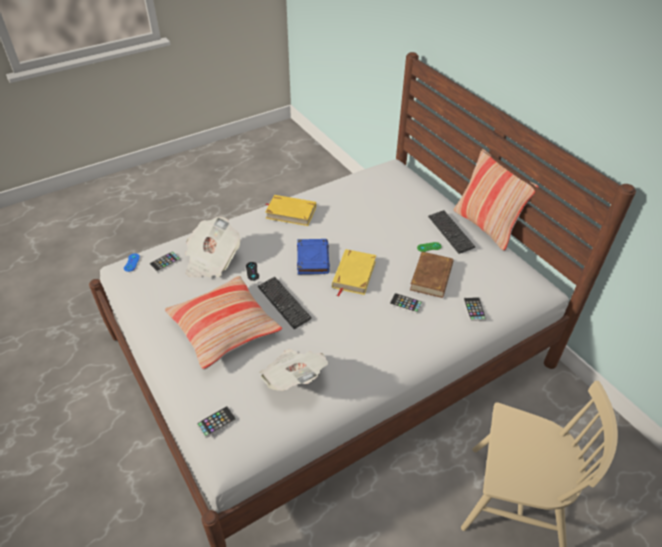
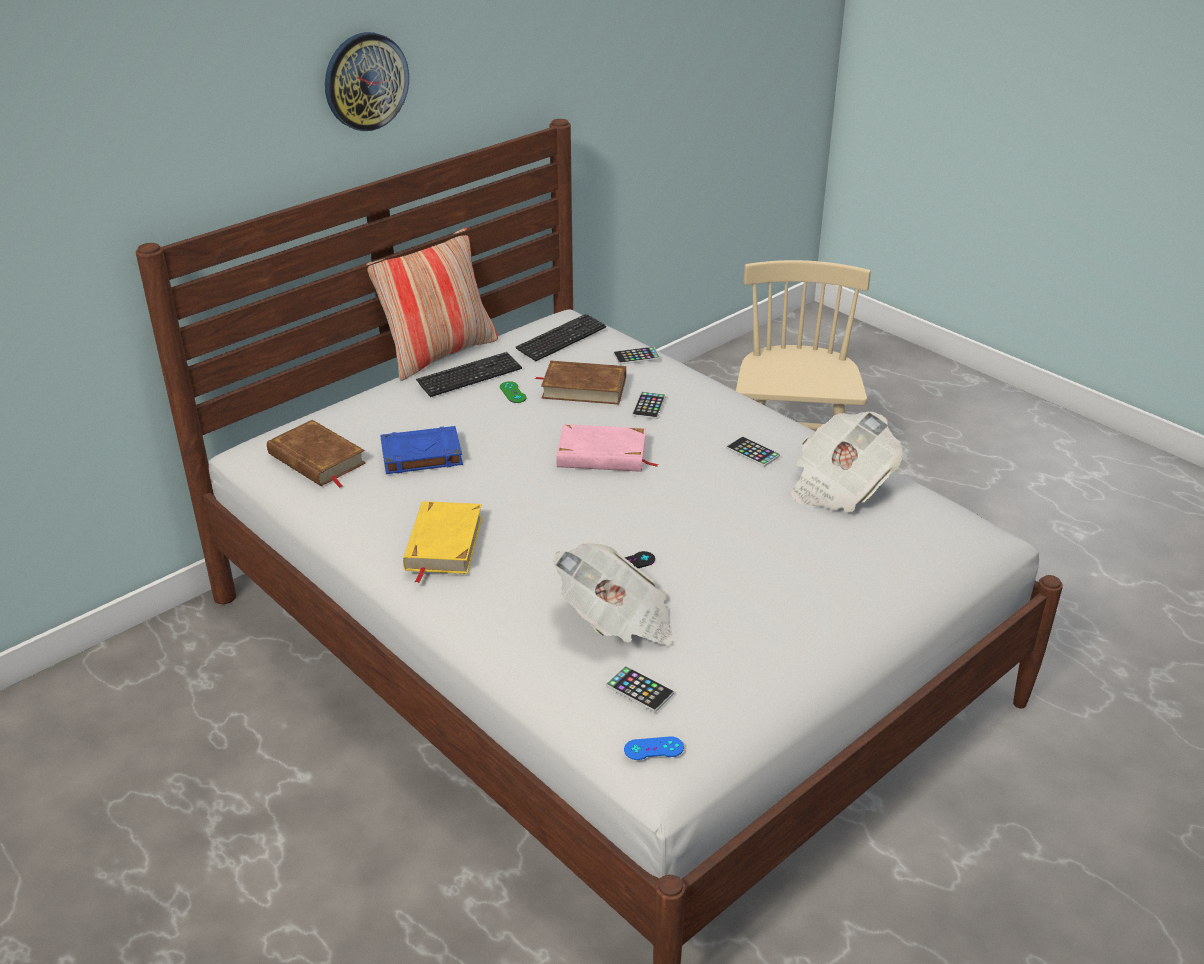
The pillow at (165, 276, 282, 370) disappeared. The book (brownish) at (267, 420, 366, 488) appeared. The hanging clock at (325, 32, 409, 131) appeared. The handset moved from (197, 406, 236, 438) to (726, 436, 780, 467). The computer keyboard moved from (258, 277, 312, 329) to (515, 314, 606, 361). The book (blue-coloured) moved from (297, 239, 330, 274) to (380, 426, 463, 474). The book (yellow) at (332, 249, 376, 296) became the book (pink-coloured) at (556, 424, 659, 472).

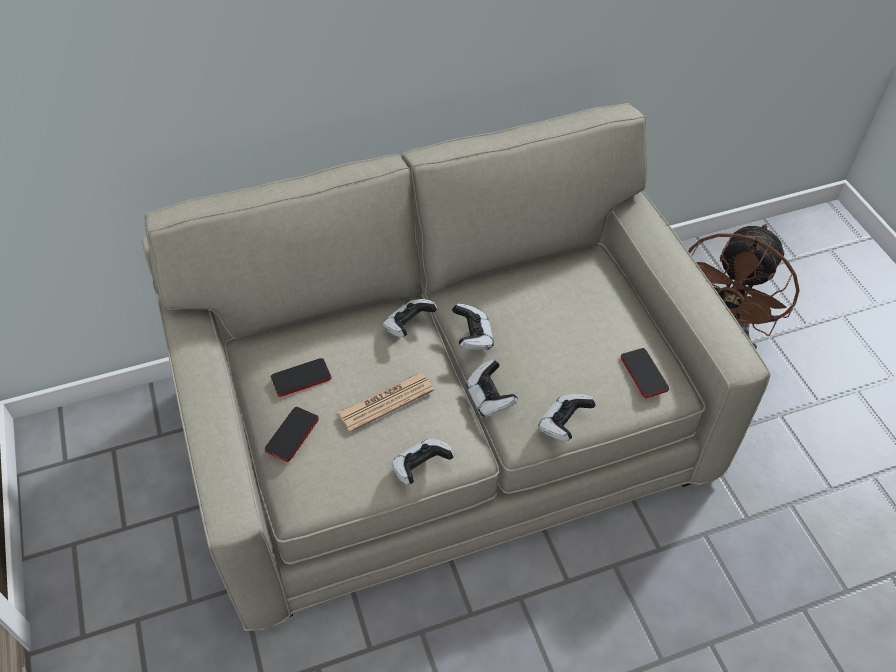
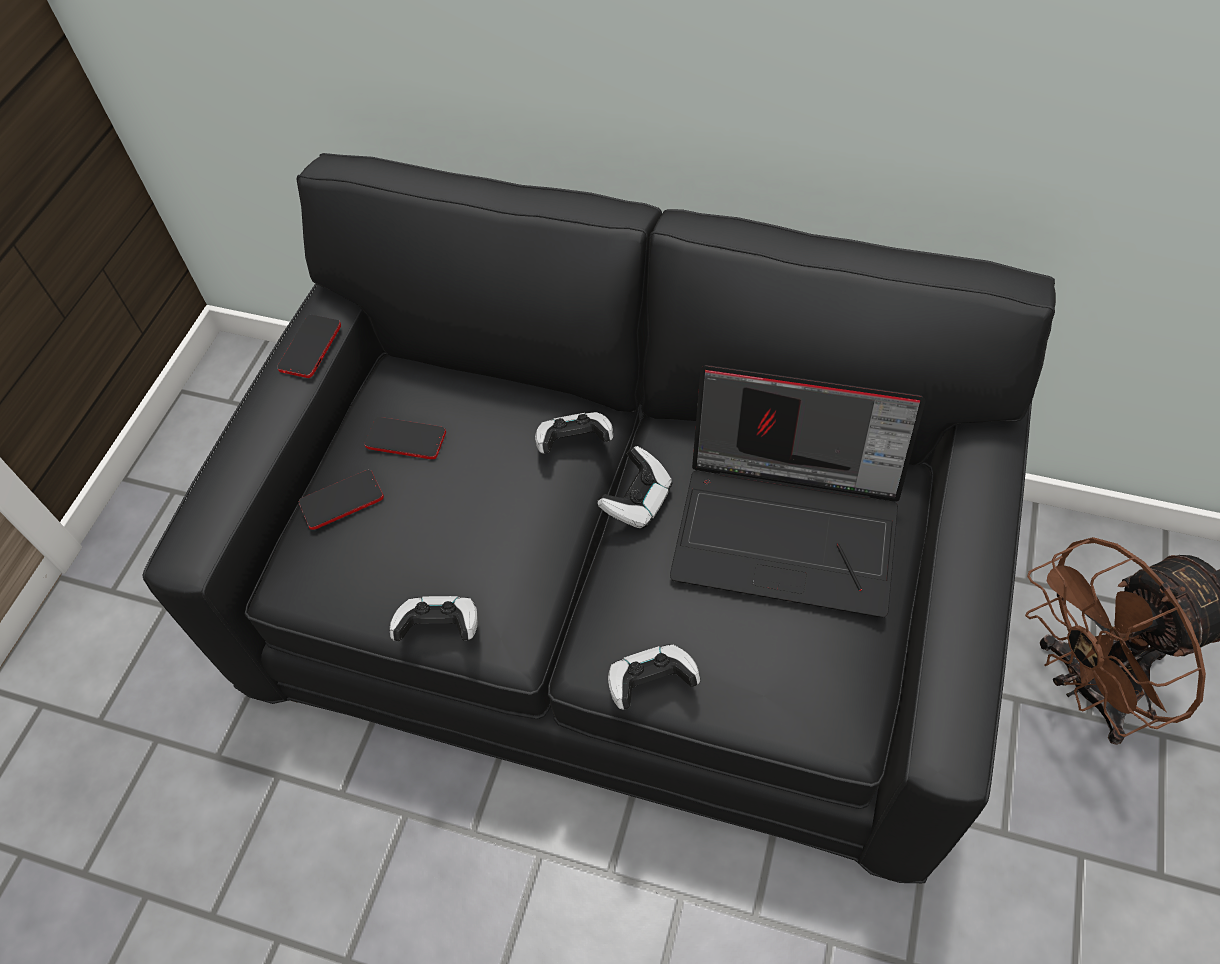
The newspaper at (337, 373, 434, 432) disappeared. The joypad at (466, 359, 518, 417) disappeared. The notebook computer at (670, 365, 926, 617) appeared. The handset moved from (621, 348, 669, 398) to (277, 315, 341, 378). The couch (beige-coloured) at (142, 103, 770, 631) became the couch (black) at (142, 153, 1056, 883).

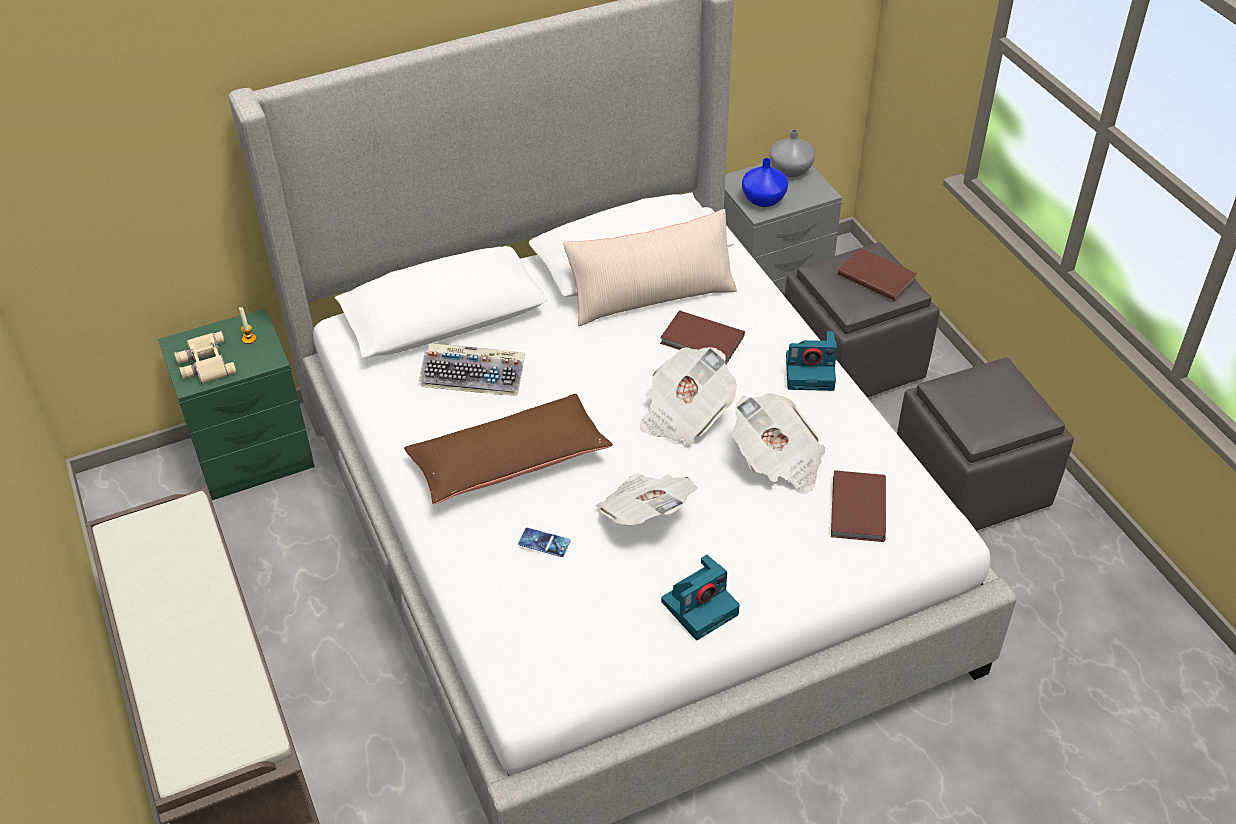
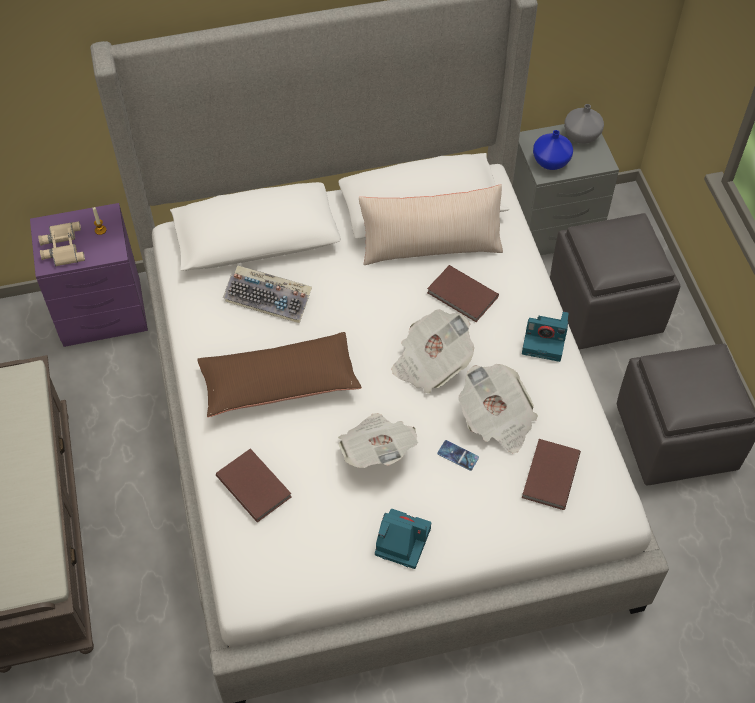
The handset moved from (518, 527, 571, 557) to (437, 440, 479, 471). The book (brownish) moved from (838, 248, 917, 301) to (216, 448, 292, 522). The night table (green) at (158, 308, 315, 500) became the night table (purplish) at (30, 203, 148, 347). The photo camera at (661, 555, 740, 640) turned 135 degrees counterclockwise.

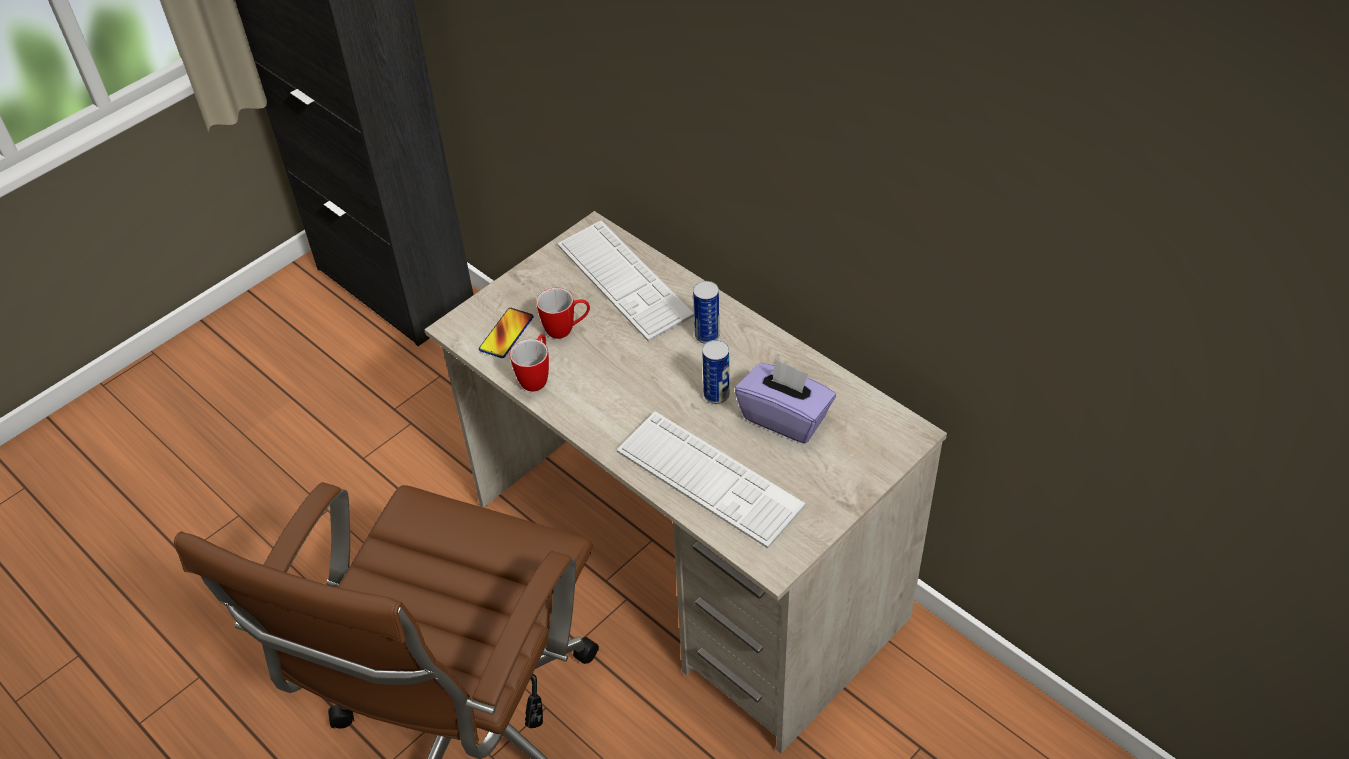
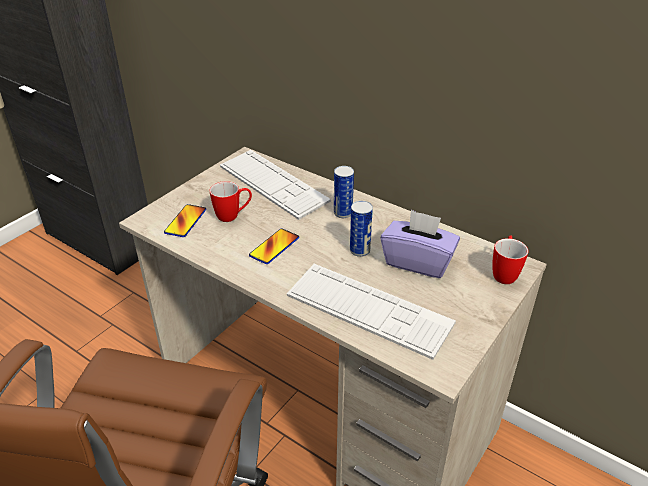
The handset at (249, 229, 299, 264) appeared. The tea mug moved from (510, 334, 549, 391) to (492, 235, 528, 284).

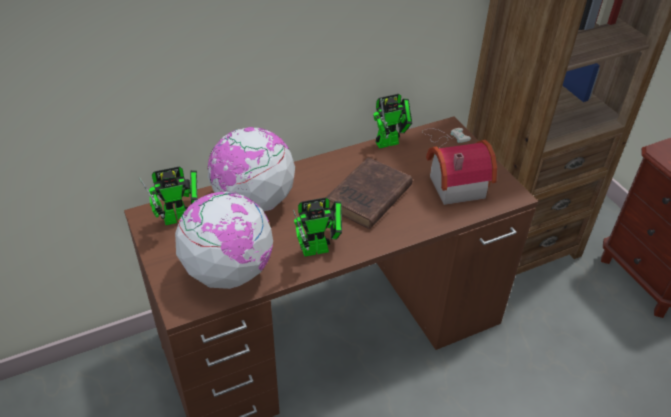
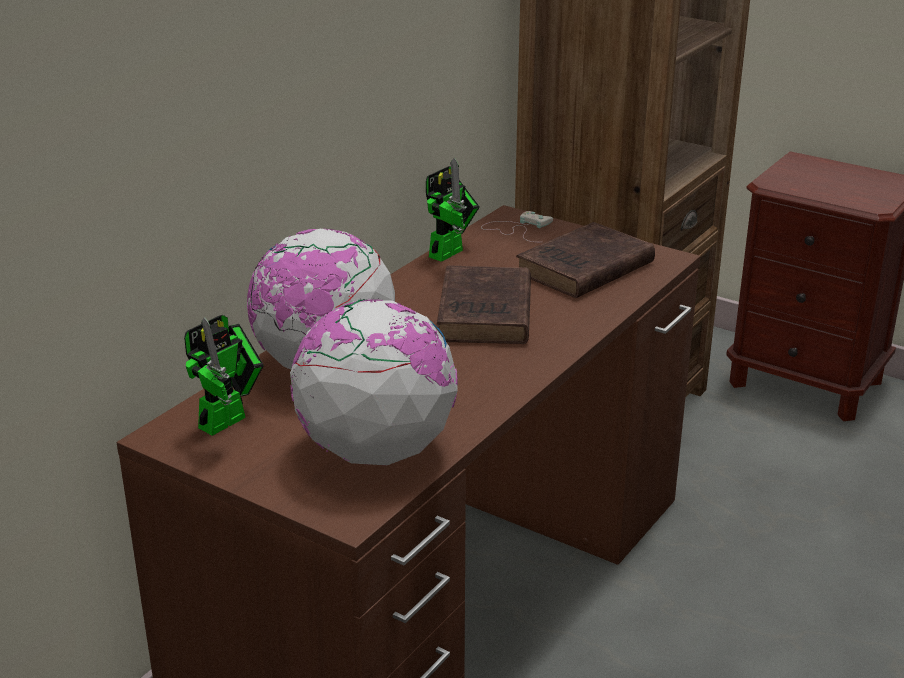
The model robot at (293, 197, 342, 257) disappeared. The miniature house at (426, 140, 497, 205) was replaced by the book (brownish) at (516, 222, 655, 298).

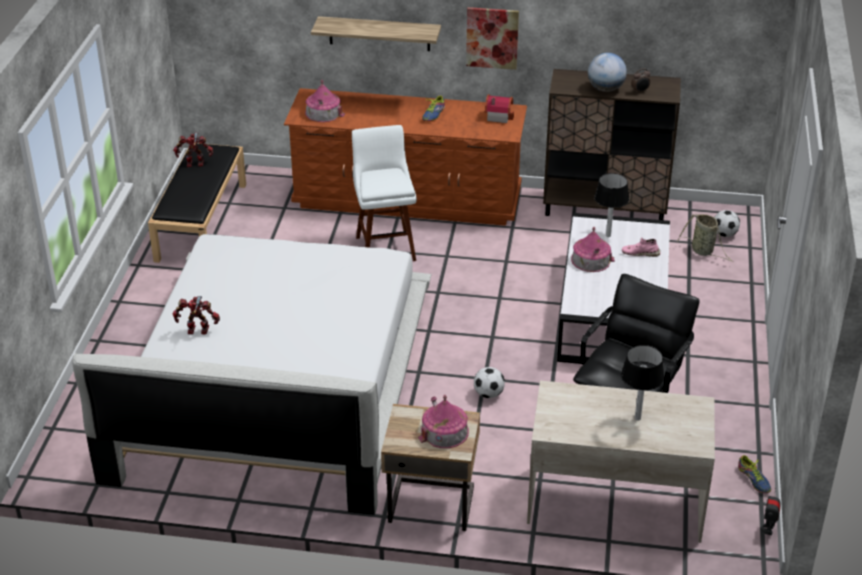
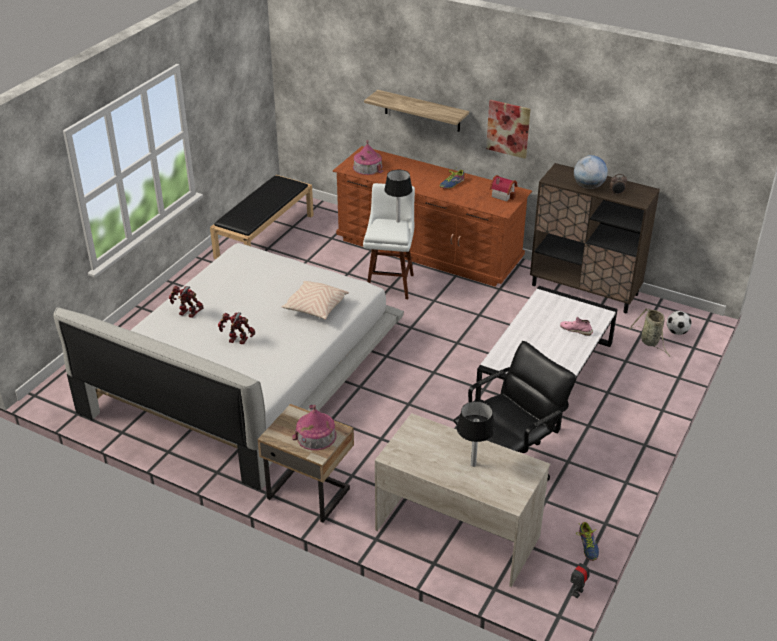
The football ball at (474, 367, 505, 398) disappeared. The miniature house at (571, 227, 615, 272) disappeared. The pillow (beige-coloured) at (282, 281, 349, 320) appeared. The model robot moved from (173, 132, 213, 167) to (218, 312, 255, 344). The table lamp moved from (594, 173, 629, 237) to (384, 170, 413, 223).

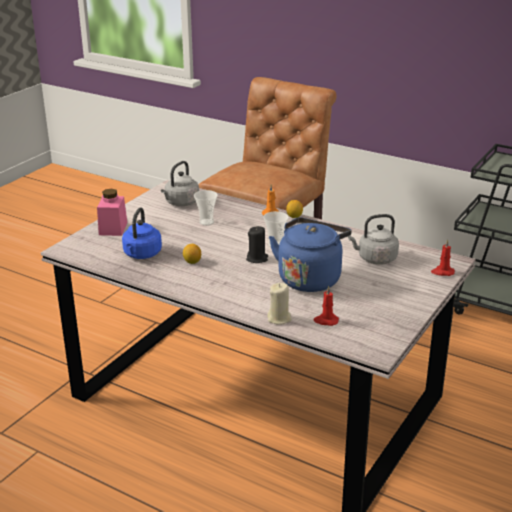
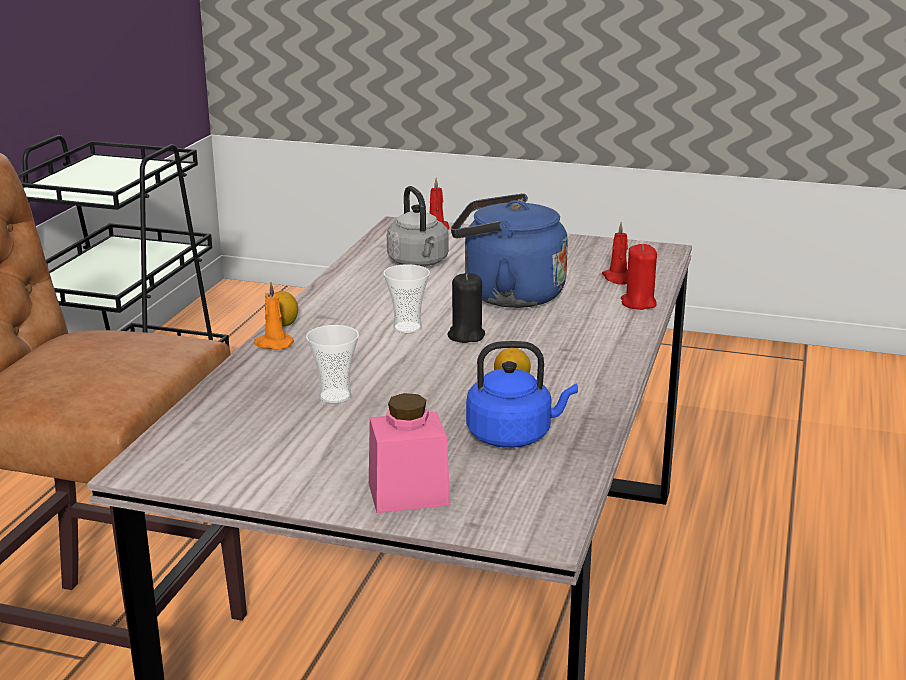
The tea kettle (gray) at (161, 161, 199, 206) disappeared. The wax candle (beige-coloured) at (267, 283, 292, 325) became the wax candle (red) at (621, 244, 657, 310).

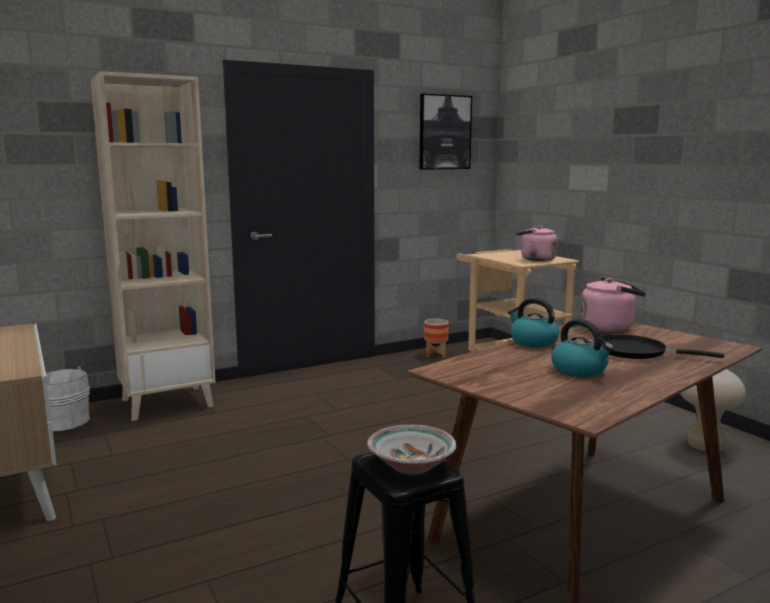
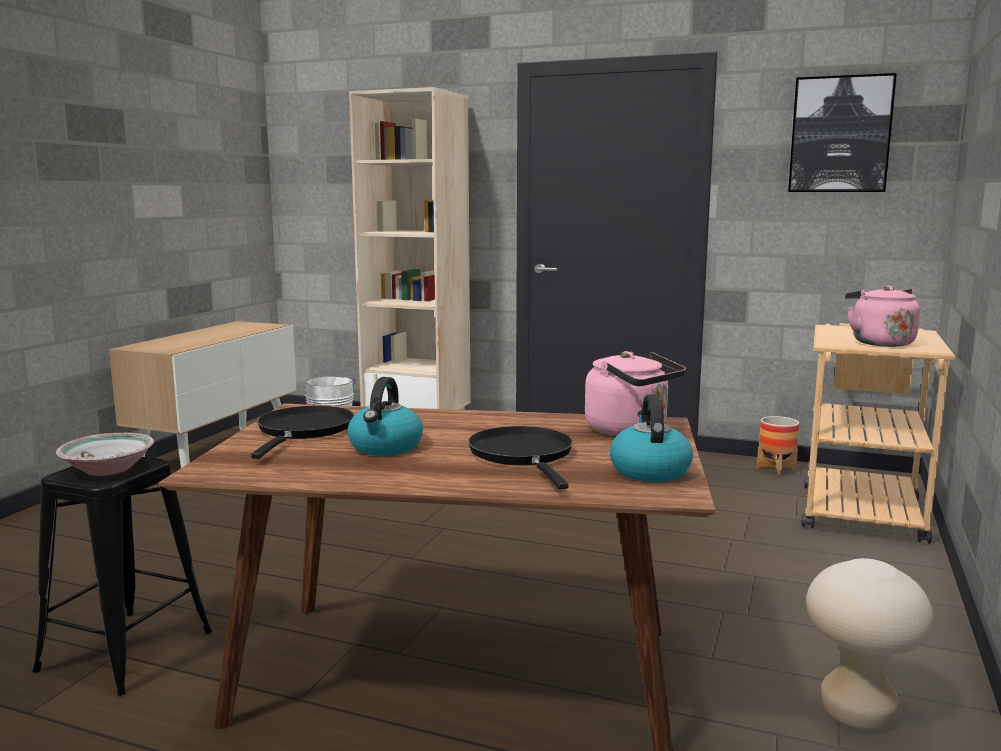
The skillet (black) at (251, 406, 355, 459) appeared. The tea kettle moved from (508, 298, 560, 348) to (610, 395, 693, 482).

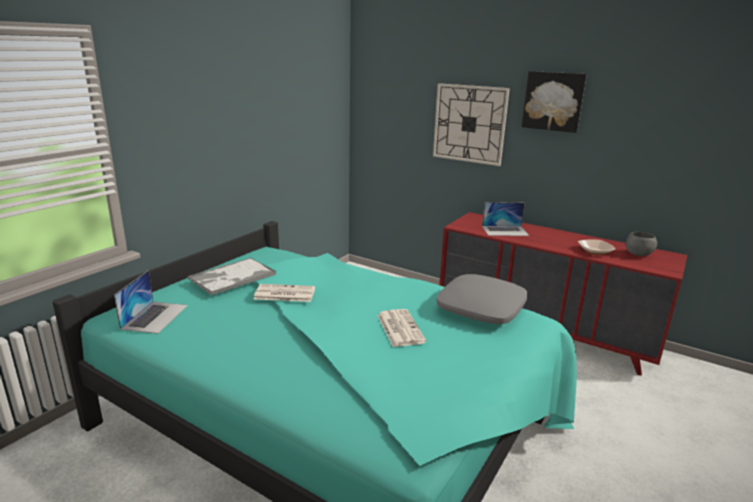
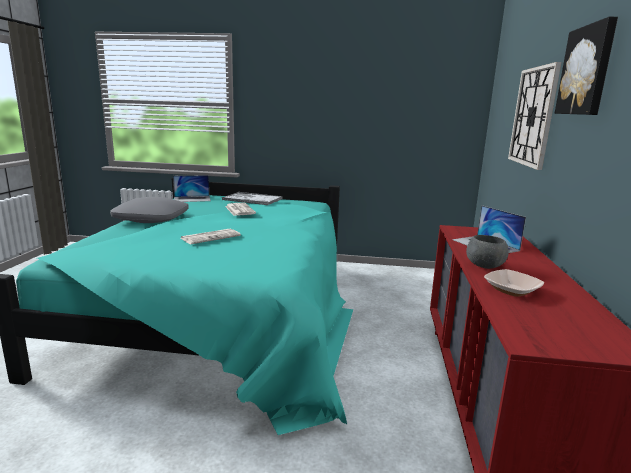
The pillow (gray) moved from (436, 274, 528, 324) to (110, 197, 189, 223). The bowl (gray) moved from (626, 232, 657, 256) to (466, 235, 509, 269).

